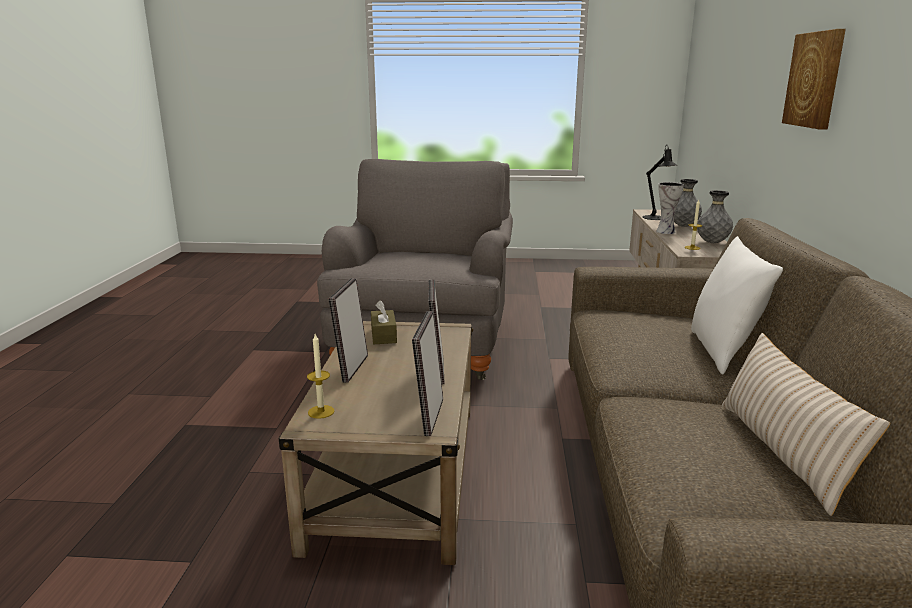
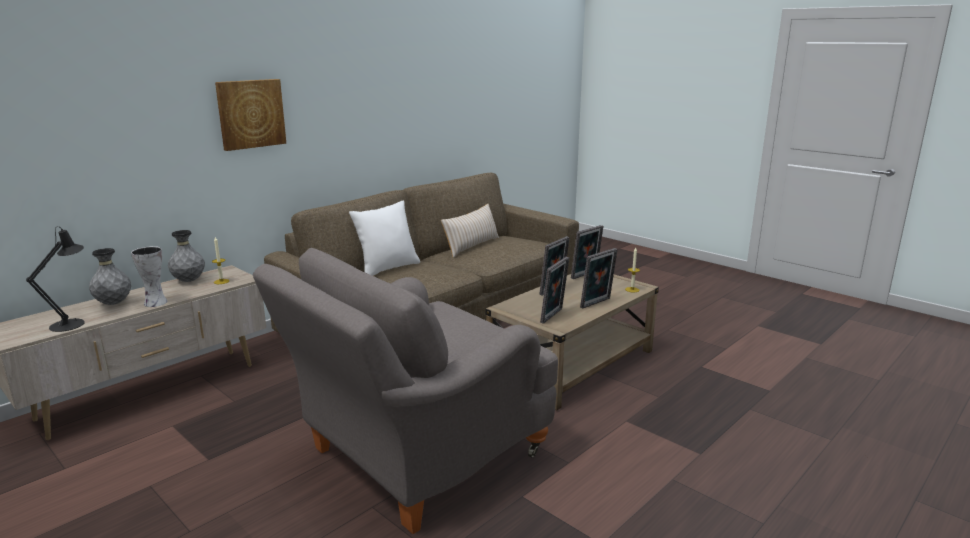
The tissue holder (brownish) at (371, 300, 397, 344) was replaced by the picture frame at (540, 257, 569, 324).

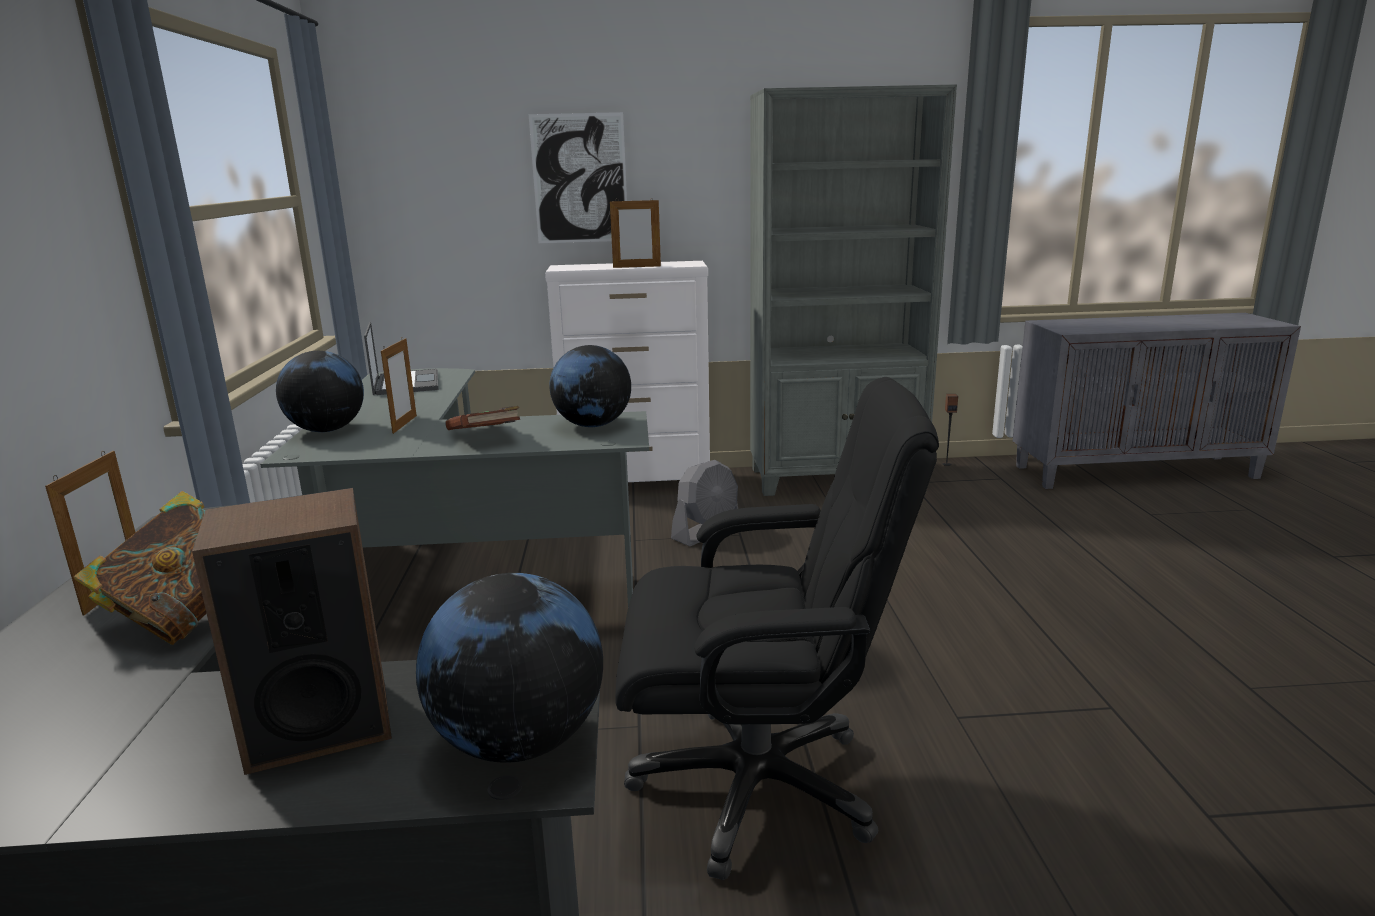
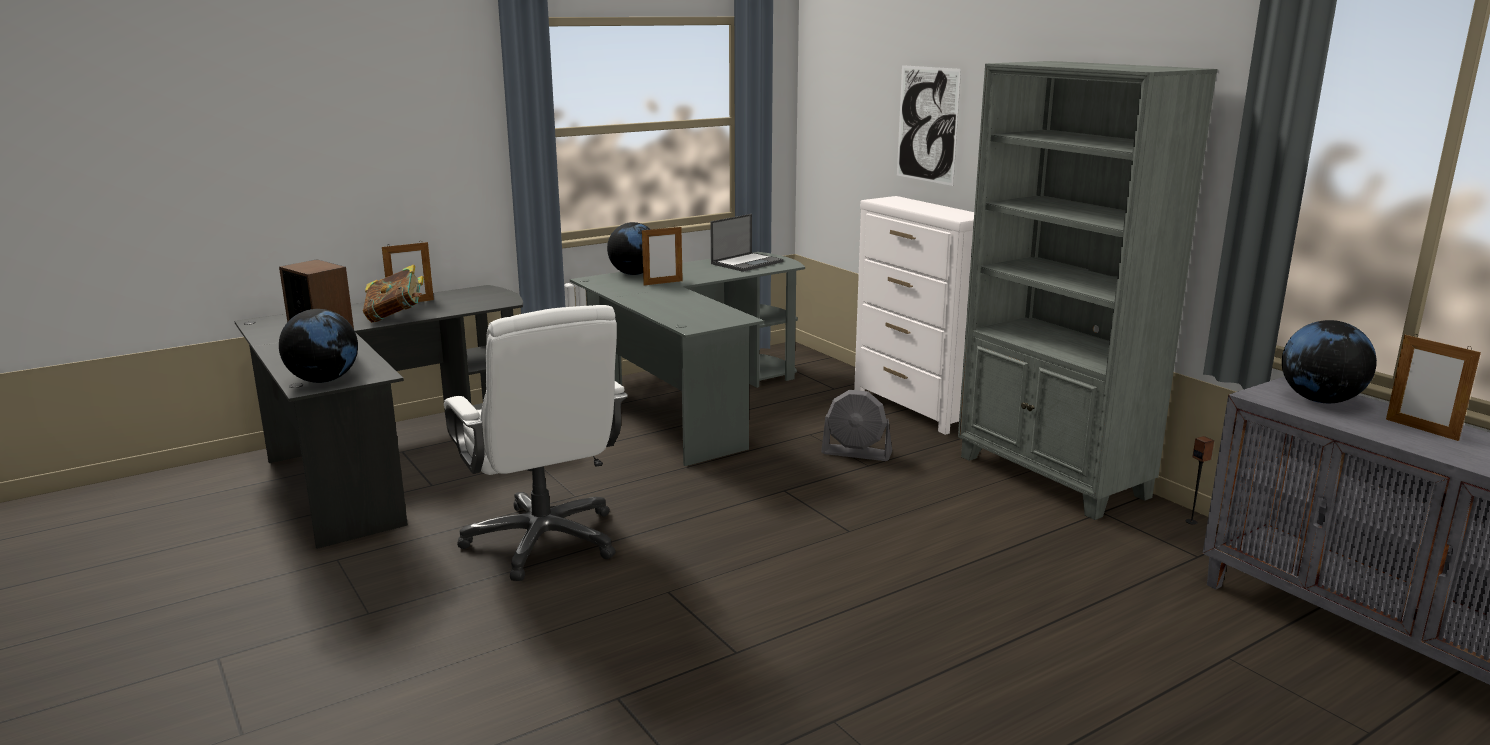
The book (brownish) at (446, 406, 520, 430) disappeared. The desk globe moved from (549, 345, 631, 427) to (1282, 320, 1377, 403). The picture frame moved from (610, 198, 661, 268) to (1386, 334, 1481, 441). The computer chair (black) at (615, 377, 939, 880) became the computer chair (whitish) at (444, 305, 628, 581).

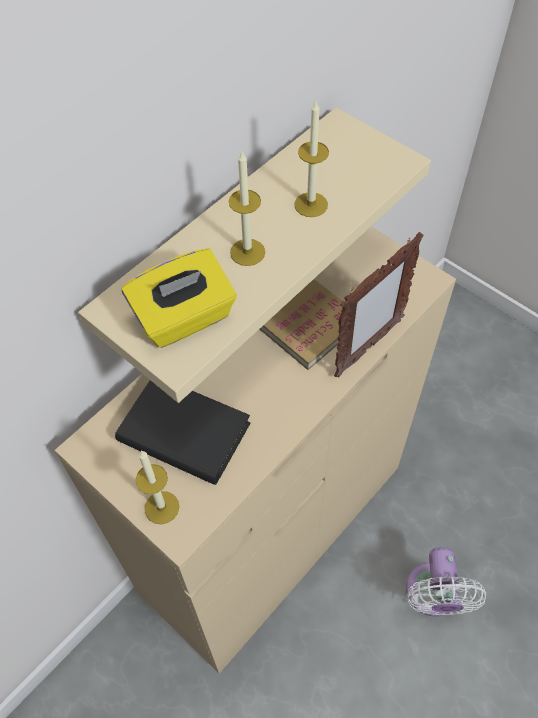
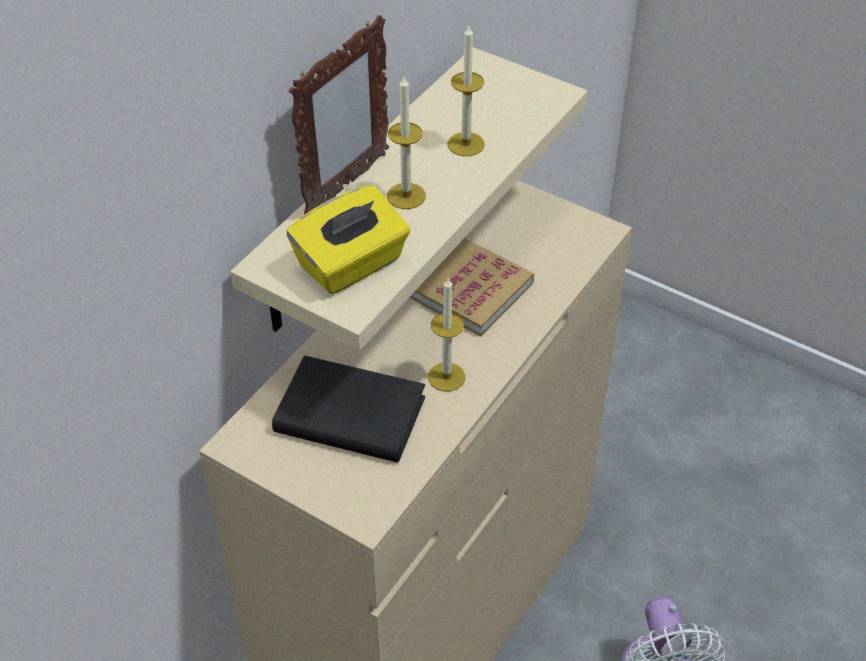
The wax candle moved from (135, 450, 179, 524) to (428, 278, 465, 391). The picture frame moved from (334, 232, 424, 378) to (289, 15, 389, 215).

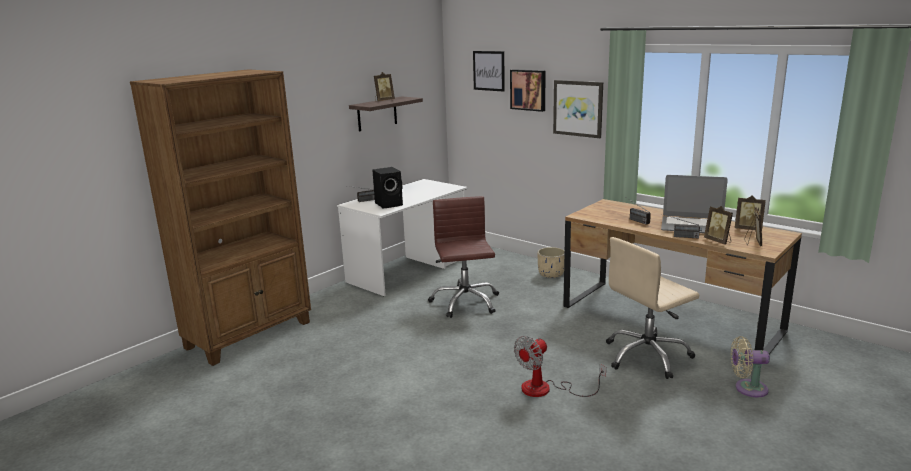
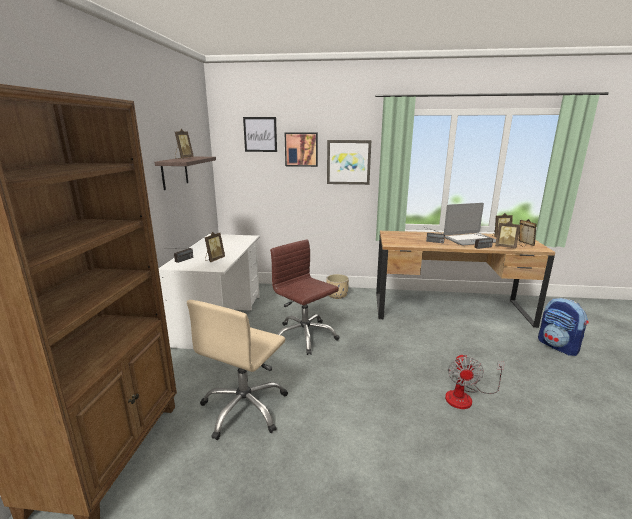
The computer chair (beige-coloured) moved from (606, 237, 699, 379) to (187, 300, 288, 440). The audio speaker (black) at (372, 167, 403, 209) was replaced by the picture frame at (204, 232, 225, 262). The fan (beige-coloured) at (731, 336, 770, 397) was replaced by the knapsack at (538, 298, 589, 356).

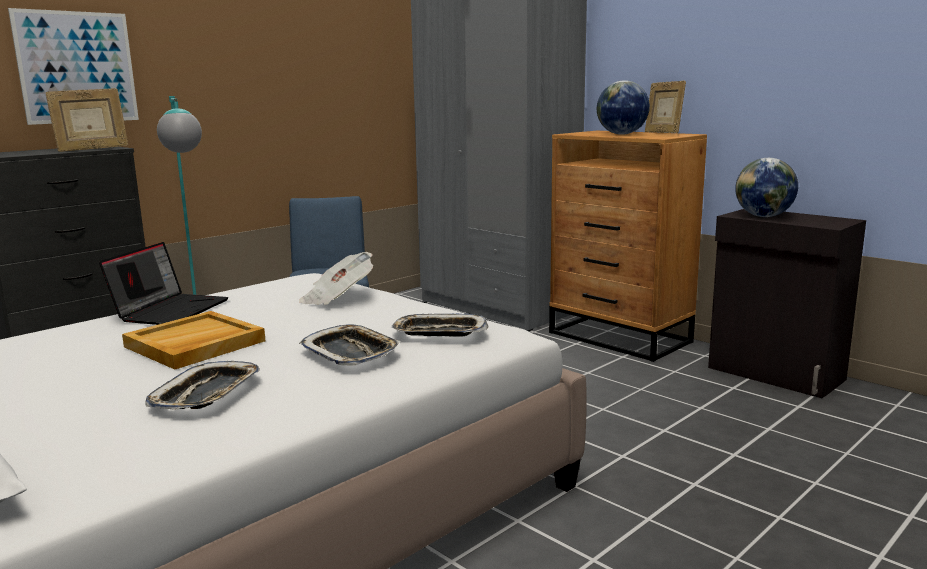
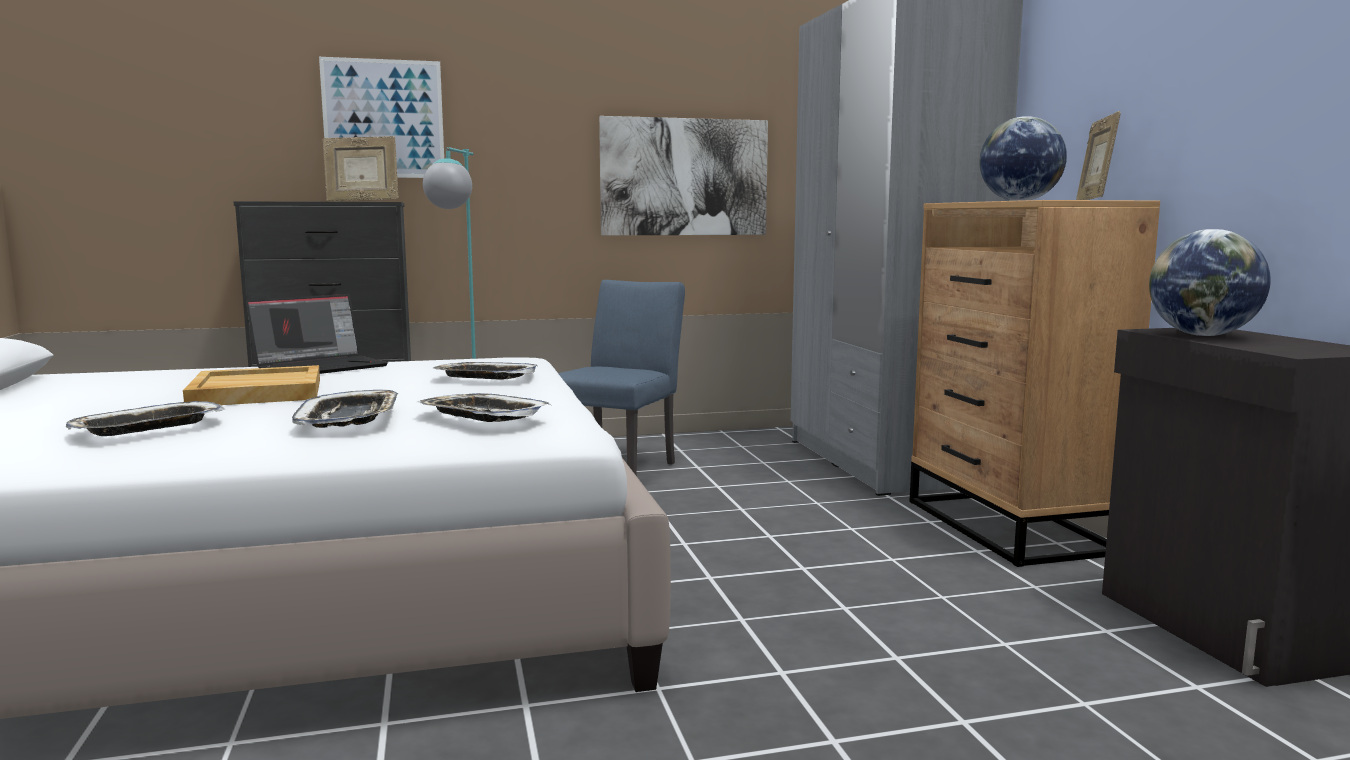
The picture at (599, 116, 768, 235) appeared. The newspaper at (299, 252, 373, 305) was replaced by the carrying tray at (433, 362, 537, 380).

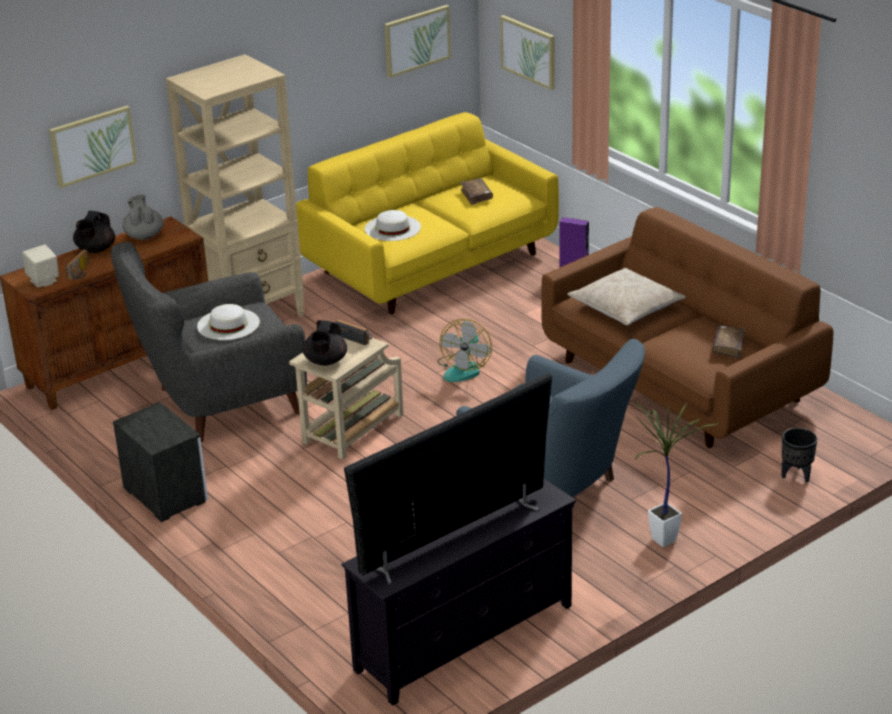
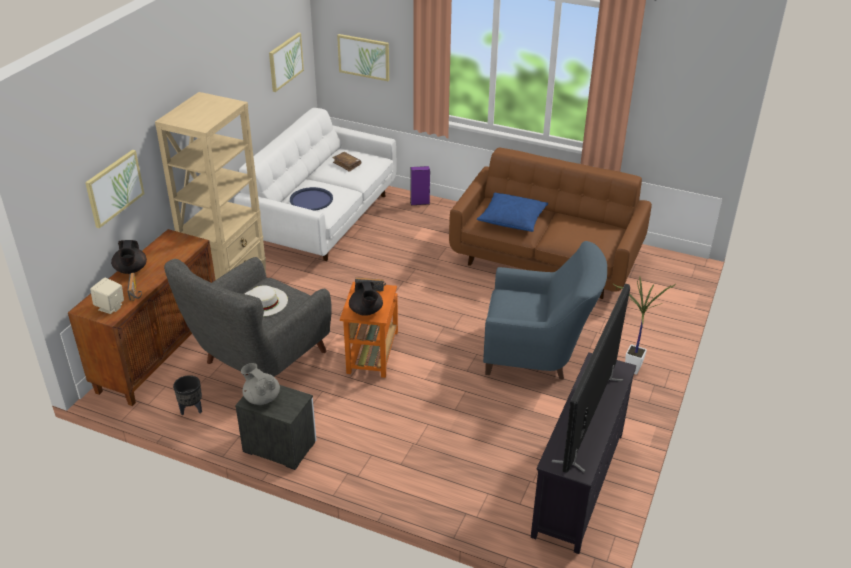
The fan at (437, 319, 492, 382) disappeared. The book (brownish) at (712, 325, 745, 358) disappeared. The tea pot (gray) moved from (122, 195, 164, 240) to (241, 363, 280, 405). The plant pot (black) moved from (781, 428, 817, 482) to (173, 375, 202, 415). The hat (whitish) at (365, 210, 421, 241) was replaced by the carrying tray (blue-coloured) at (290, 187, 333, 211). The side table (beige-coloured) at (289, 337, 404, 460) became the side table (orange-coloured) at (340, 282, 398, 378). The couch (yellow) at (296, 112, 559, 314) became the couch (whitish) at (234, 108, 397, 261). The pillow (beige-coloured) at (567, 268, 686, 325) became the pillow (blue-coloured) at (477, 193, 548, 232).

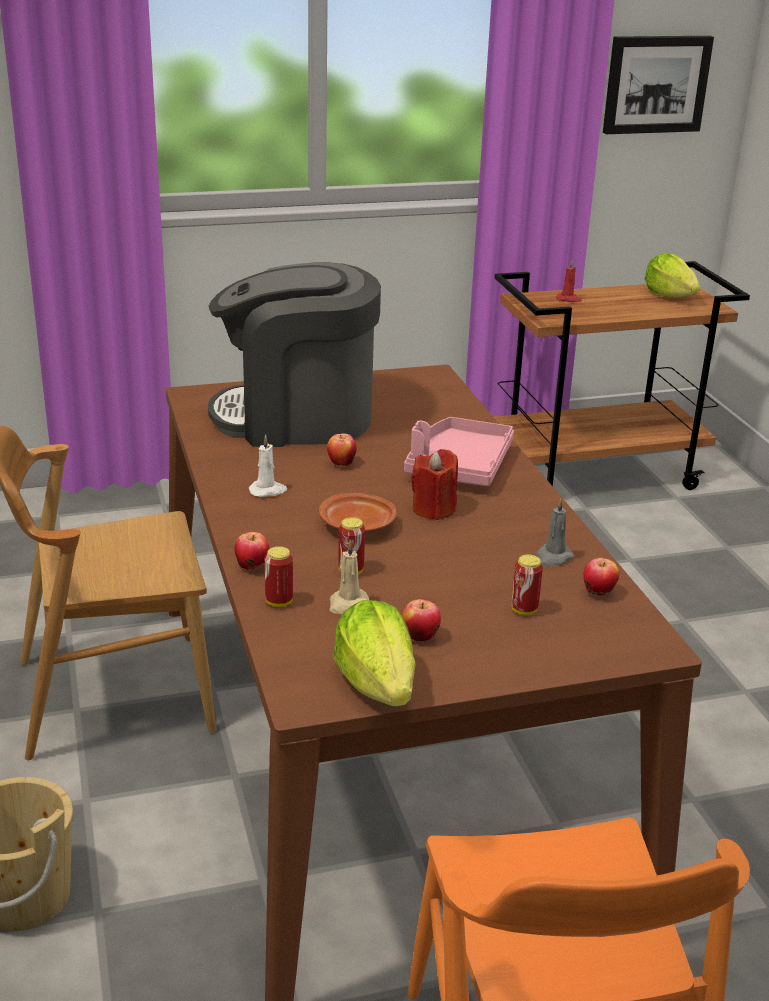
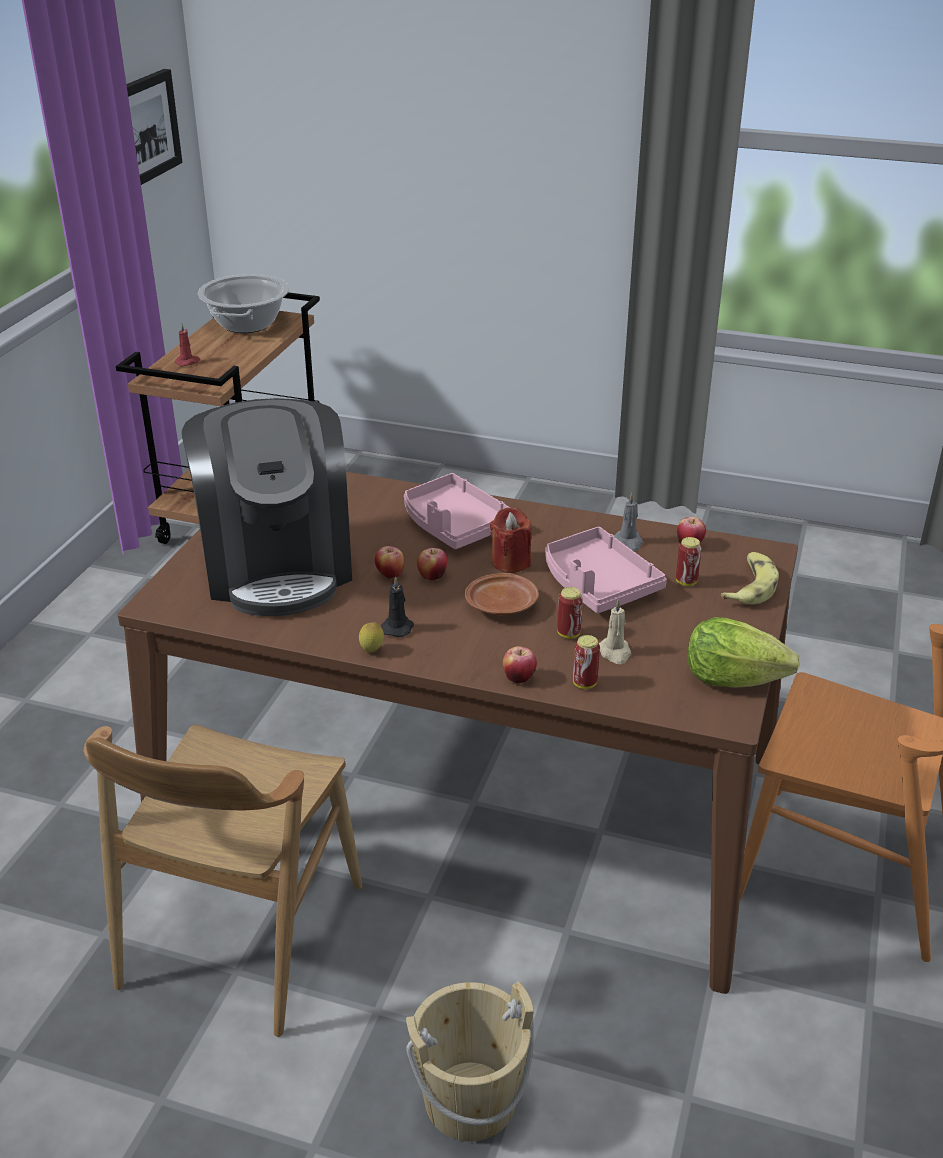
The whole lemon at (359, 622, 384, 652) appeared. The carrying tray (pink-coloured) at (545, 527, 667, 613) appeared. The whole banana at (721, 552, 779, 604) appeared. The apple moved from (402, 599, 441, 642) to (417, 548, 448, 581). The head of lettuce at (645, 253, 700, 298) was replaced by the saucepot at (198, 274, 289, 333). The wax candle (whitish) at (249, 435, 287, 497) became the wax candle (black) at (381, 576, 414, 637). The coffee maker at (208, 262, 381, 447) turned 45 degrees counterclockwise.

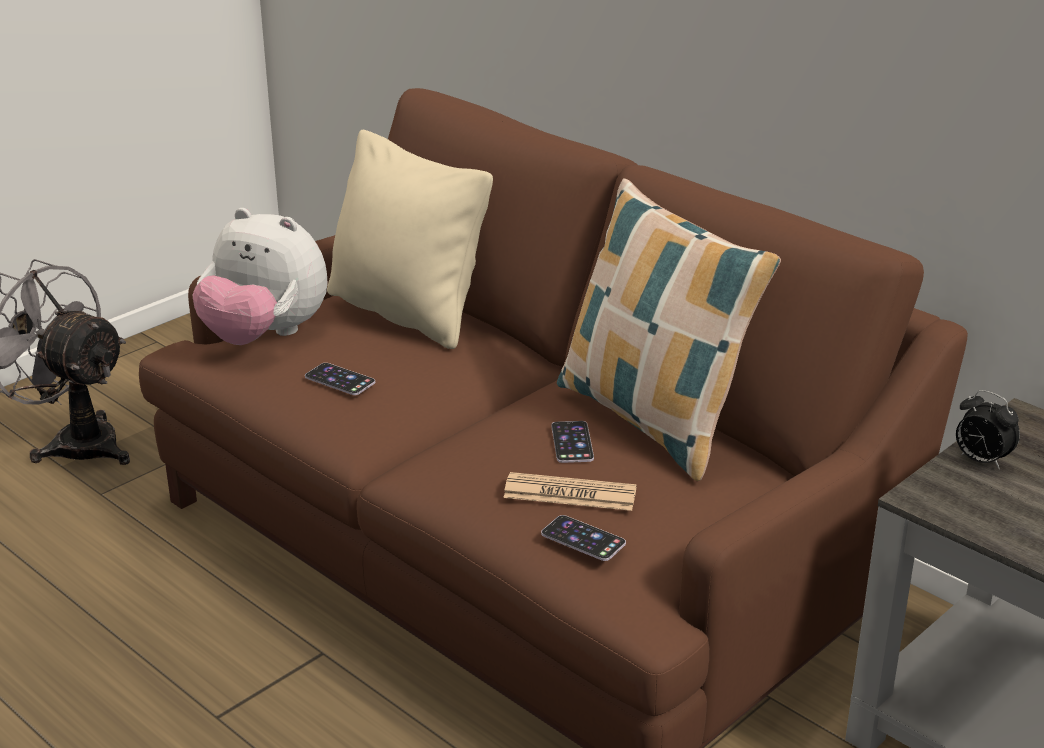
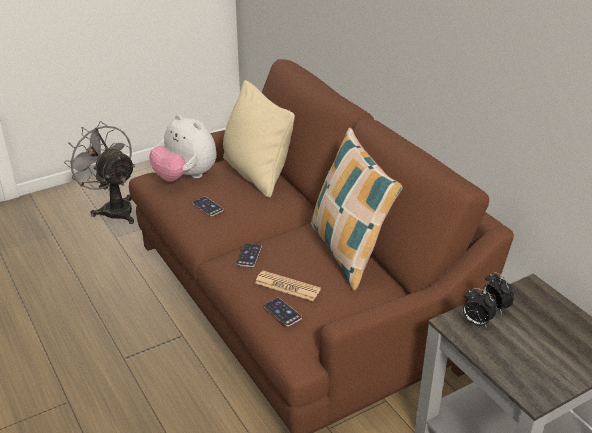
The table clock at (463, 288, 497, 328) appeared. The handset moved from (551, 421, 594, 463) to (237, 243, 262, 267).

